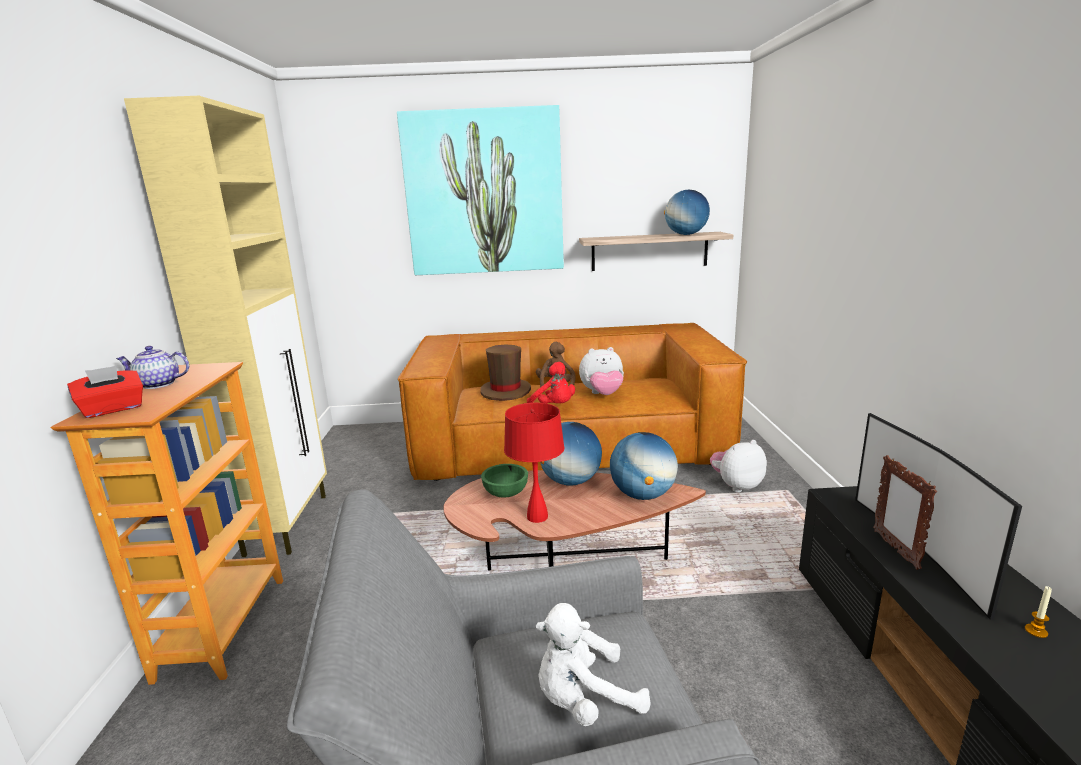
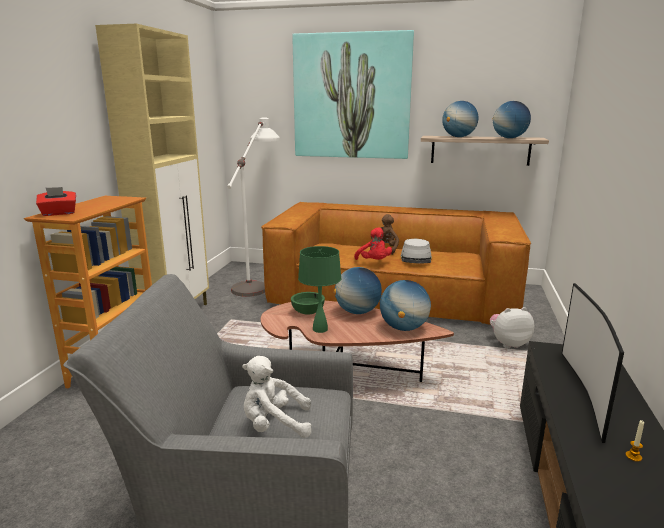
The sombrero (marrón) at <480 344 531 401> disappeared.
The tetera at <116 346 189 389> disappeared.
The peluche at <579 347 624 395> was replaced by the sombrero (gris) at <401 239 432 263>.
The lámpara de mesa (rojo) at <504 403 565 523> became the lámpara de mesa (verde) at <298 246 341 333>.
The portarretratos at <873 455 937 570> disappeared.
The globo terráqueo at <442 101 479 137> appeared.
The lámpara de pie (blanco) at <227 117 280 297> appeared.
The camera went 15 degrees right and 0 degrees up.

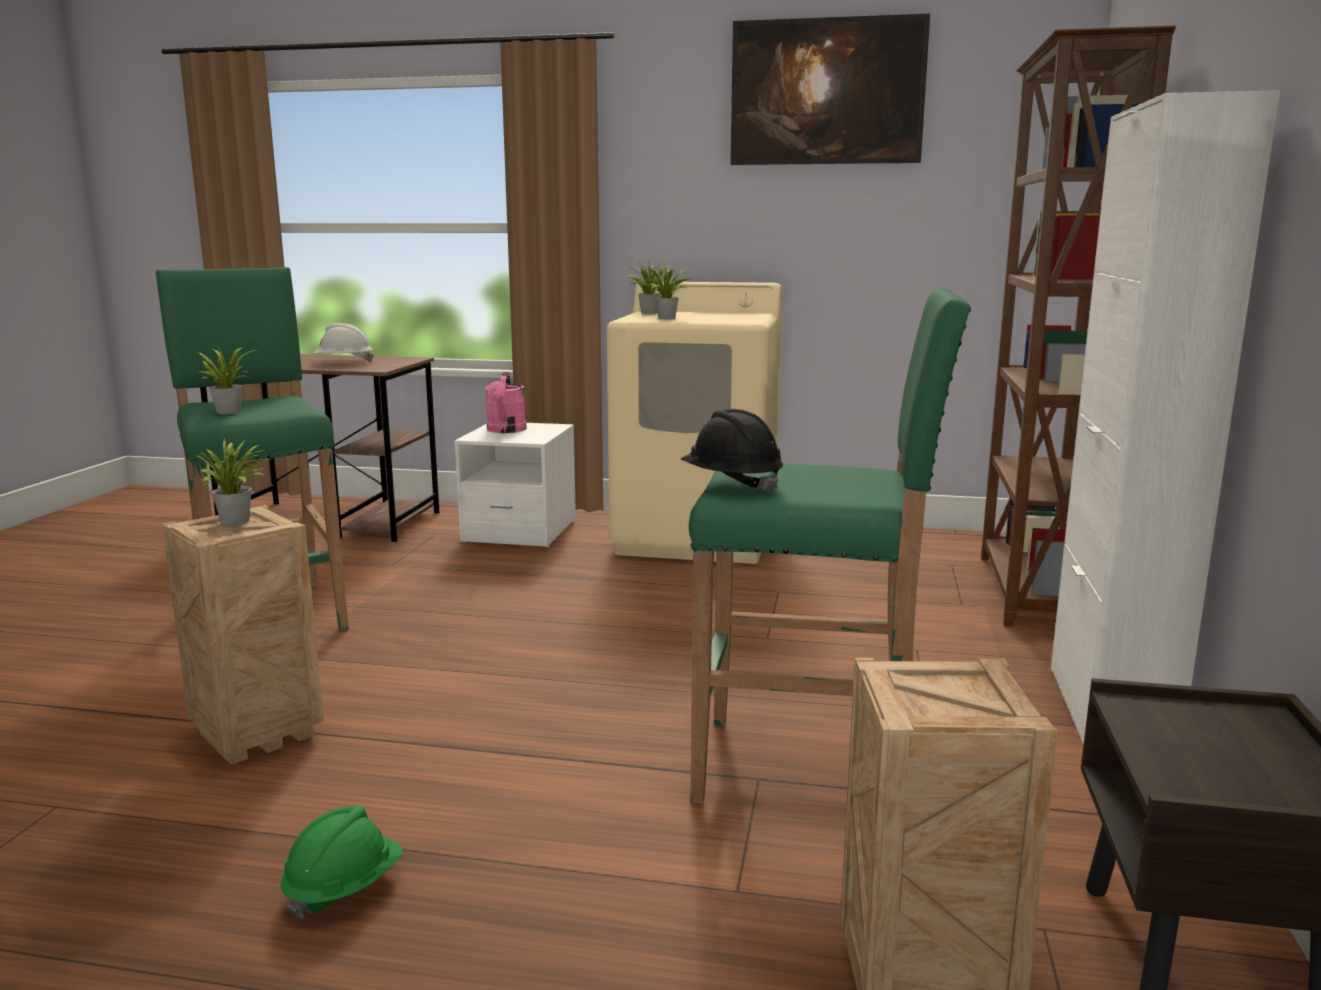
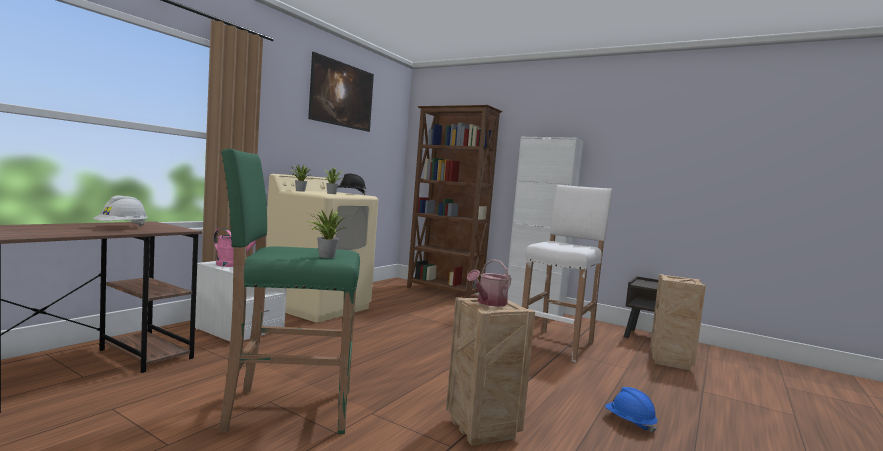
The taburete (verde) at <689 288 971 804> became the taburete (blanco) at <522 185 613 362>.
The casco (negro) moved from <681 409 783 494> to <338 174 367 195>.
The planta en maceta at <191 438 271 525> was replaced by the regadera at <467 259 511 307>.
The casco (verde) at <280 805 403 920> became the casco (azul) at <605 387 658 433>.
The camera went 70 degrees left and 10 degrees down.

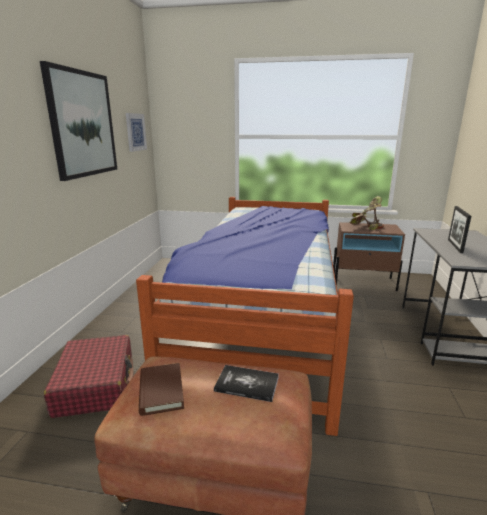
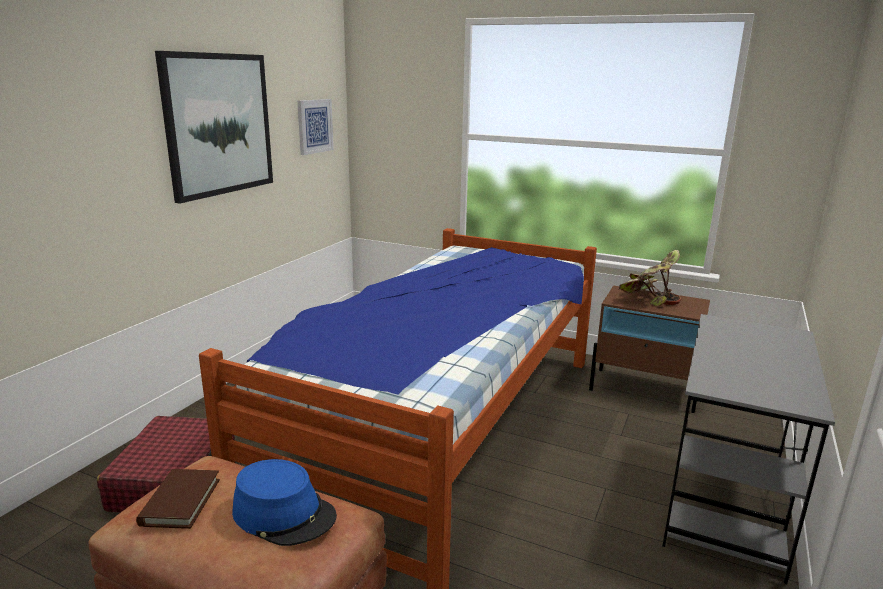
The portarretratos at <448 206 471 253> disappeared.
The libro at <214 365 279 402> was replaced by the sombrero (azul) at <232 459 337 546>.
The camera went 15 degrees right and 0 degrees up.

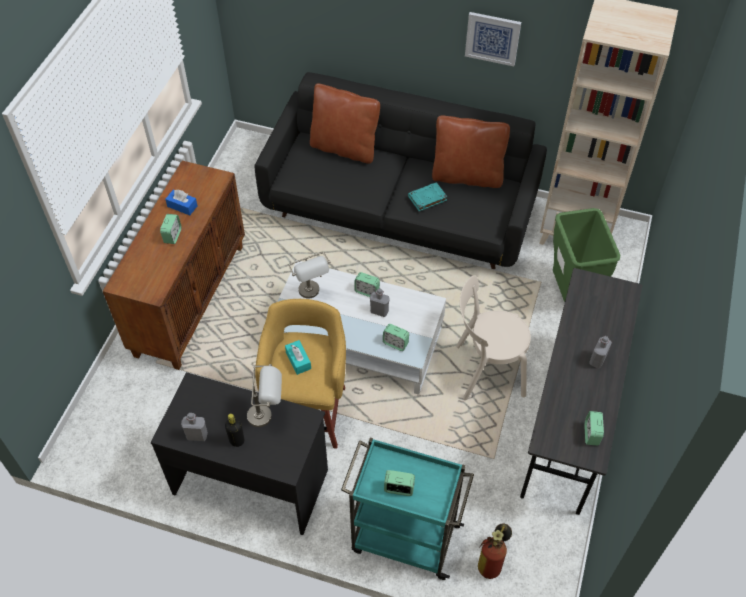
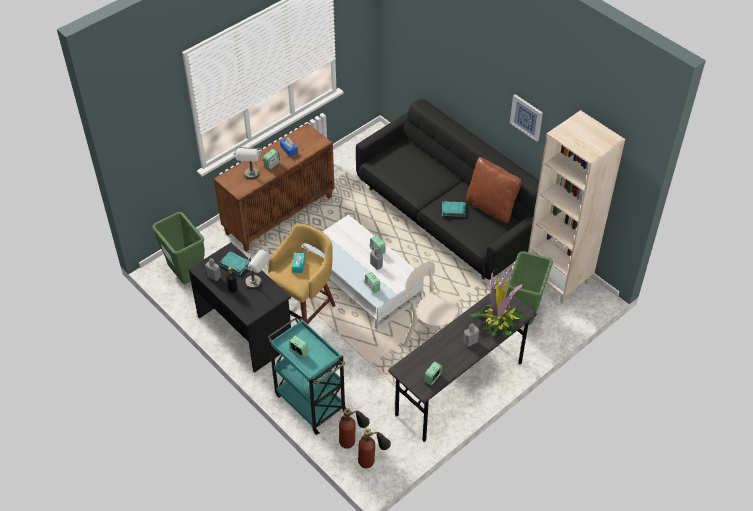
The cojín (marrón) at <310 83 380 164> disappeared.
The lámpara de mesa (gris) moved from <288 252 330 298> to <234 147 262 179>.
The papelera (verde) at <153 212 205 284> appeared.
The libro (turquesa) at <220 251 250 275> appeared.
The planta en maceta at <470 269 525 337> appeared.
The extintor at <358 428 391 468> appeared.
The camera went 30 degrees right and 5 degrees down.

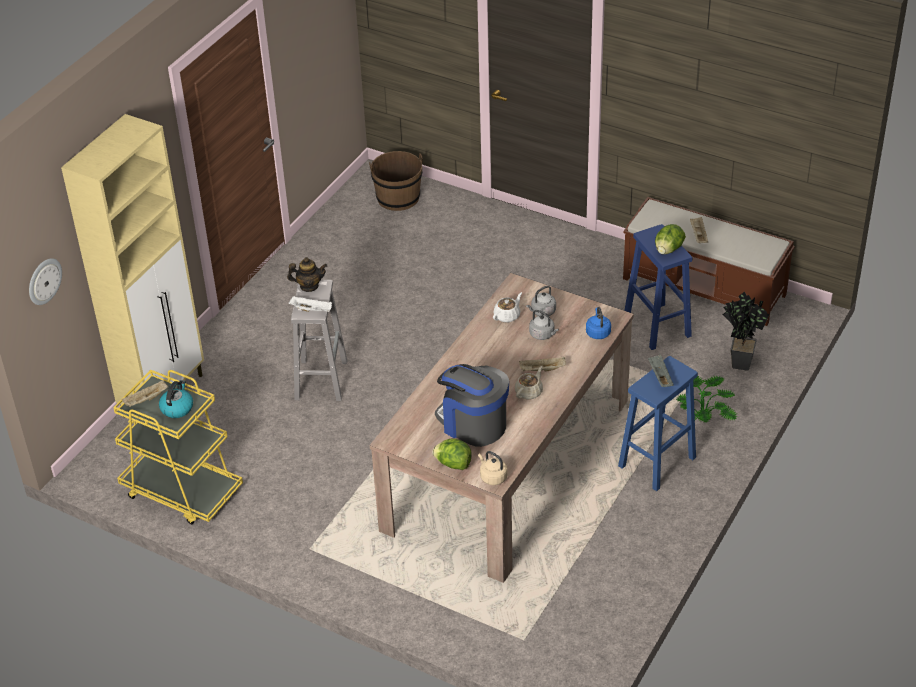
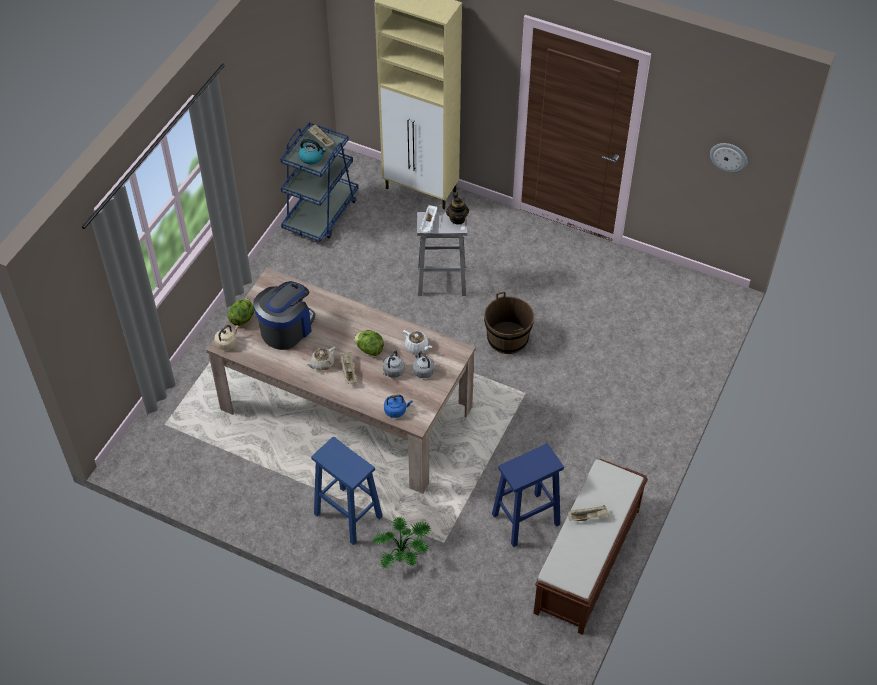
The cubo (marrón) moved from <369 151 423 211> to <484 292 534 354>.
The lechuga moved from <655 224 686 255> to <354 330 384 356>.
The reloj de pared moved from <29 258 62 305> to <710 143 747 173>.
The planta en maceta at <723 292 770 371> disappeared.
The bandeja (gris) at <648 355 674 387> disappeared.
The tetera (beis) at <515 366 543 399> turned 105 degrees clockwise.
The carrito (amarillo) at <113 370 243 524> became the carrito (azul) at <280 122 359 242>.
The camera went 85 degrees right and 10 degrees up.

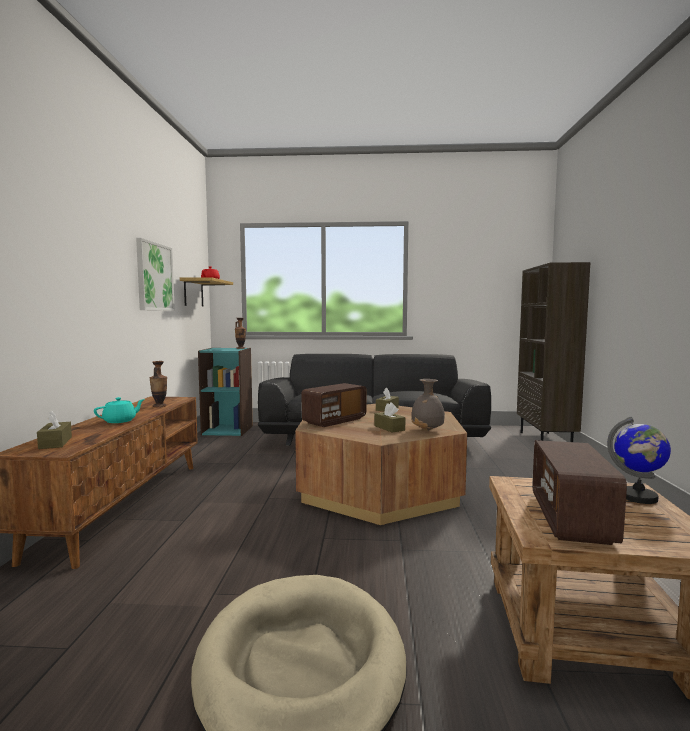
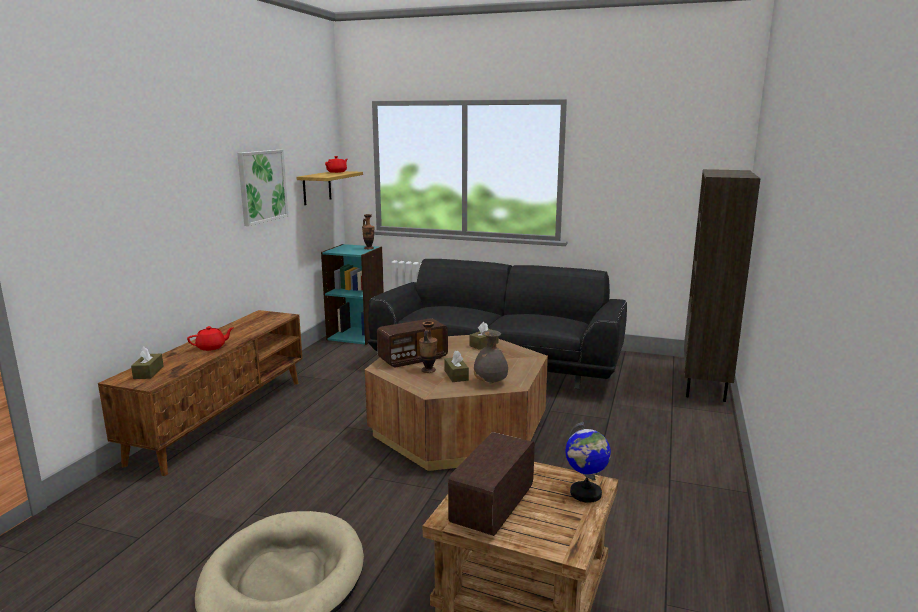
The florero moved from <150 361 167 407> to <419 321 437 373>.
The tetera (turquesa) at <94 397 145 423> became the tetera (rojo) at <187 326 234 351>.
The camera went 15 degrees right and 10 degrees up.

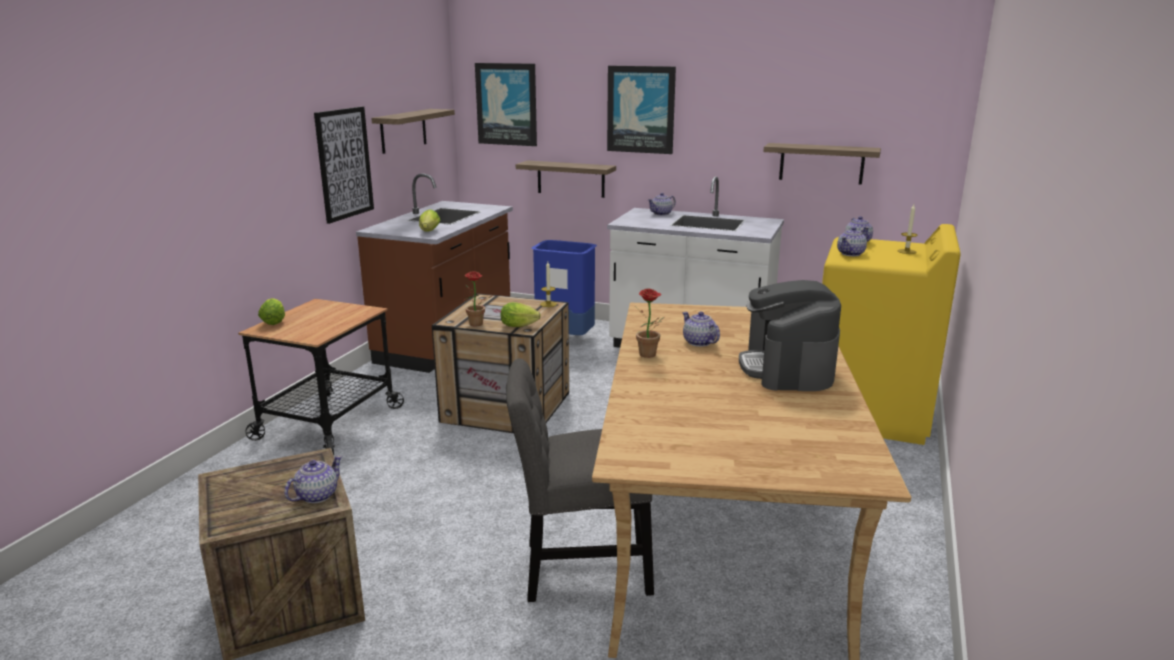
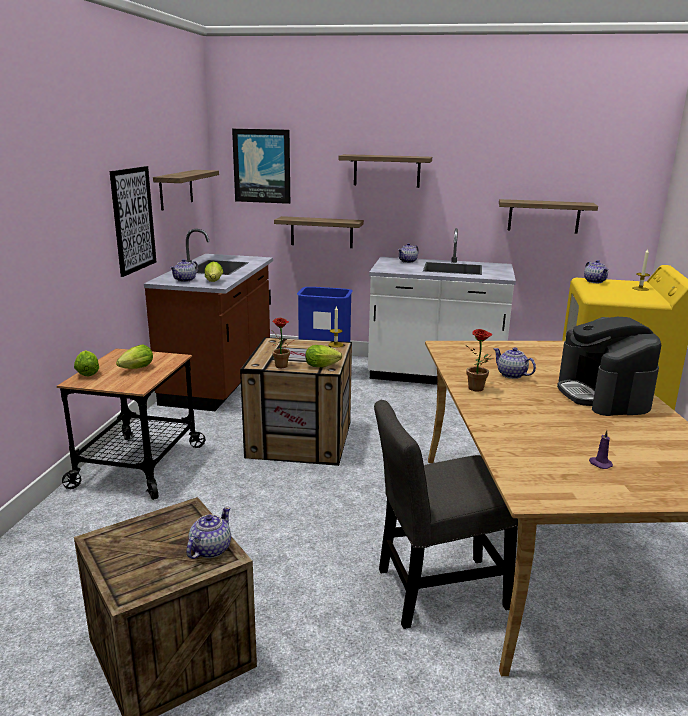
The cuadro at <607 66 676 154> was replaced by the estante at <339 154 432 188>.
The tetera moved from <837 227 867 256> to <170 259 198 282>.
The lechuga at <116 345 153 369> appeared.
The vela (morado) at <589 430 613 469> appeared.
The camera went 10 degrees left and 0 degrees up.

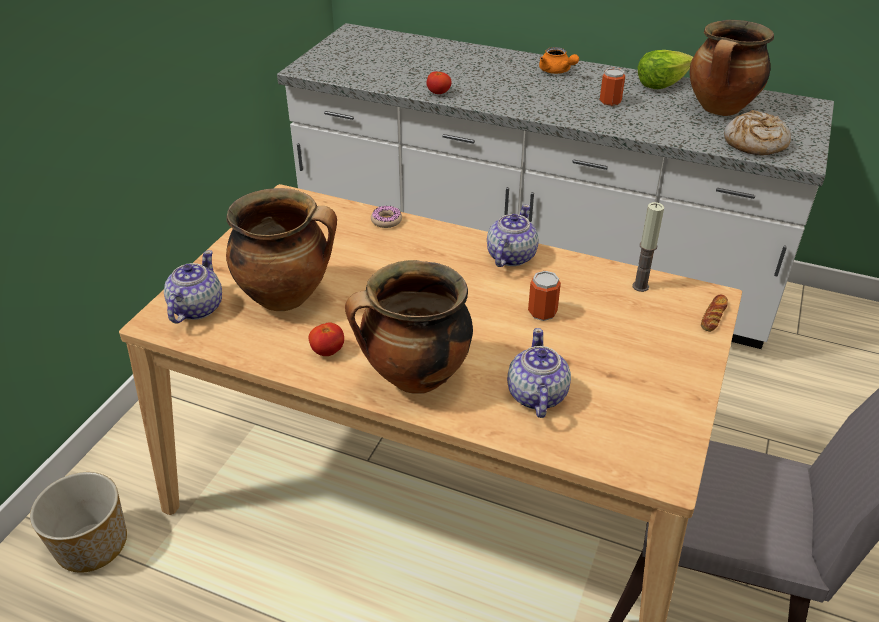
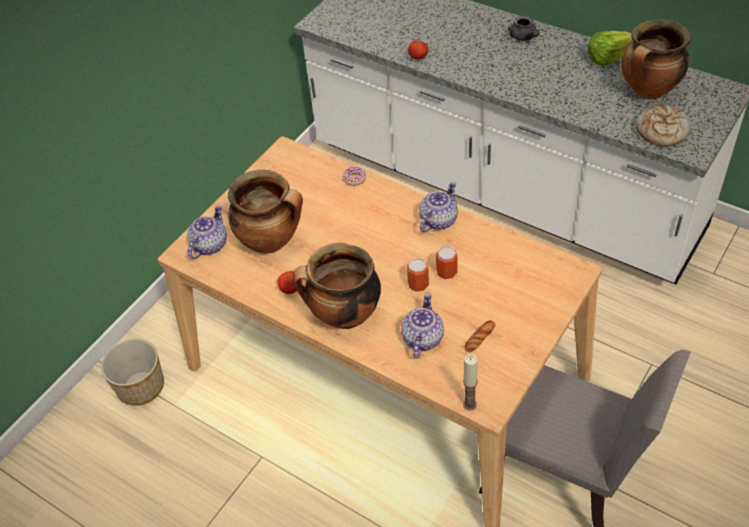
The tetera (naranja) at <539 47 579 74> became the tetera (gris) at <508 16 540 41>.
The lata moved from <600 68 625 107> to <407 257 429 292>.
The vela moved from <632 202 664 292> to <463 354 478 411>.
The pan moved from <701 294 728 332> to <464 320 495 352>.
The camera went 15 degrees right and 10 degrees up.

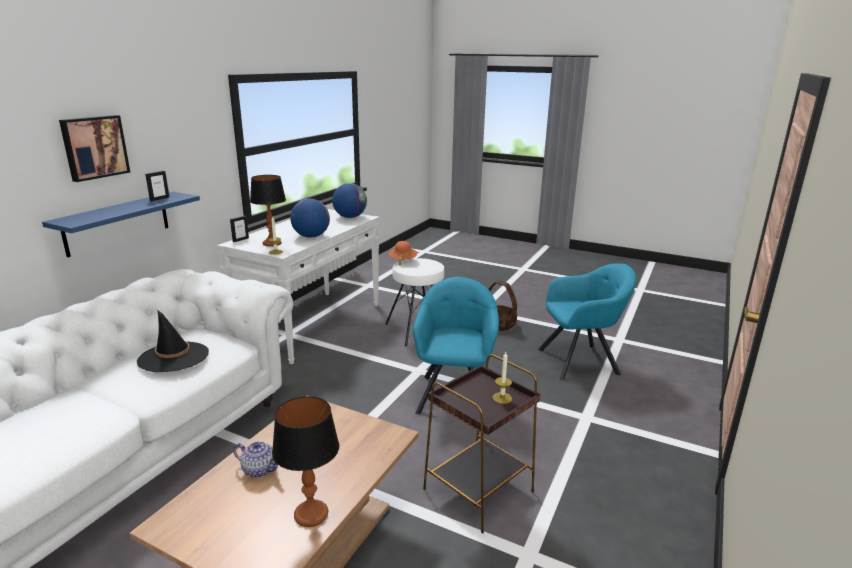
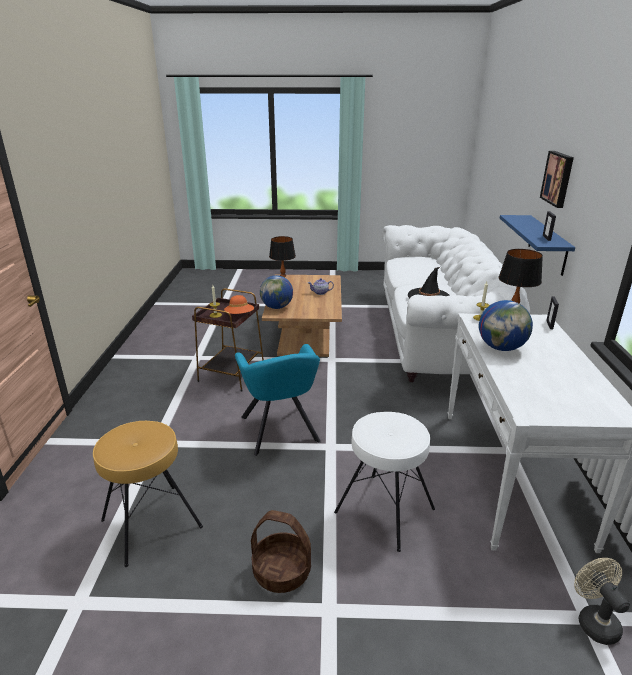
The globo terráqueo moved from <332 183 367 218> to <260 275 293 309>.
The sombrero (naranja) moved from <389 241 417 265> to <224 295 254 314>.
The sillón (turquesa) at <538 263 636 380> was replaced by the taburete (marrón) at <93 421 203 567>.
The ventilador (beis) at <574 558 630 645> appeared.
The camera went 155 degrees right and 5 degrees up.

